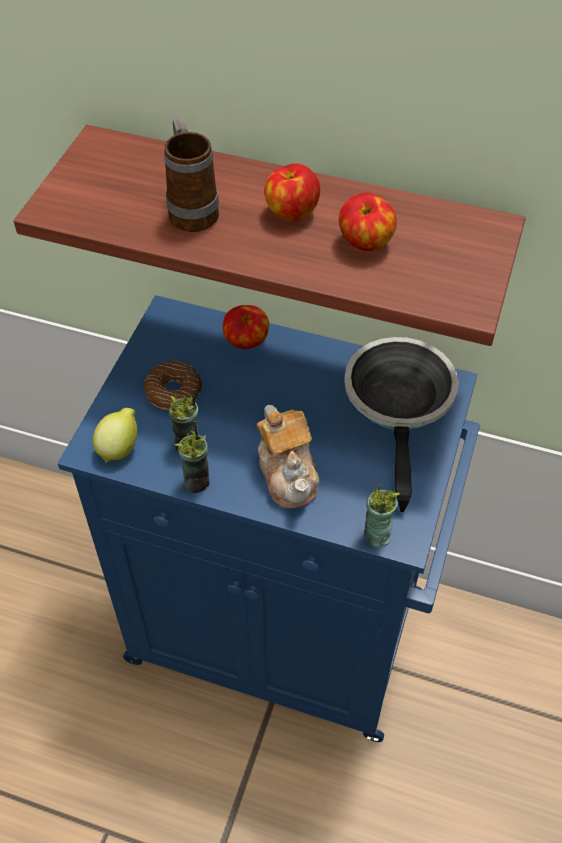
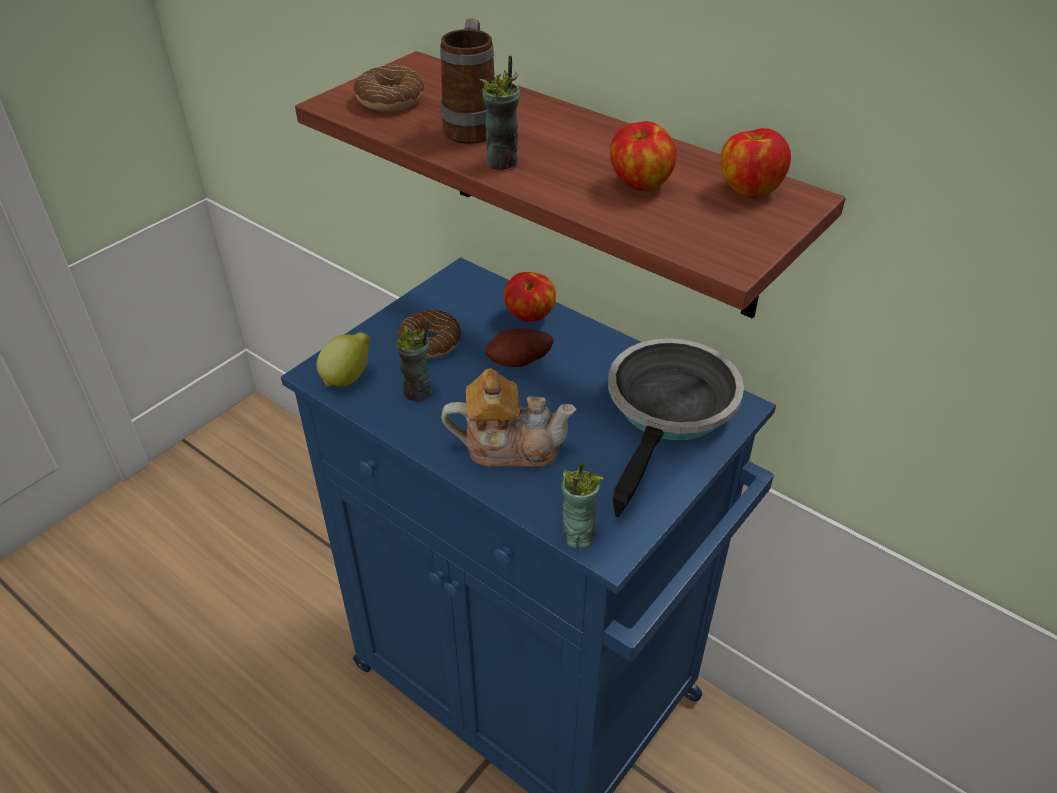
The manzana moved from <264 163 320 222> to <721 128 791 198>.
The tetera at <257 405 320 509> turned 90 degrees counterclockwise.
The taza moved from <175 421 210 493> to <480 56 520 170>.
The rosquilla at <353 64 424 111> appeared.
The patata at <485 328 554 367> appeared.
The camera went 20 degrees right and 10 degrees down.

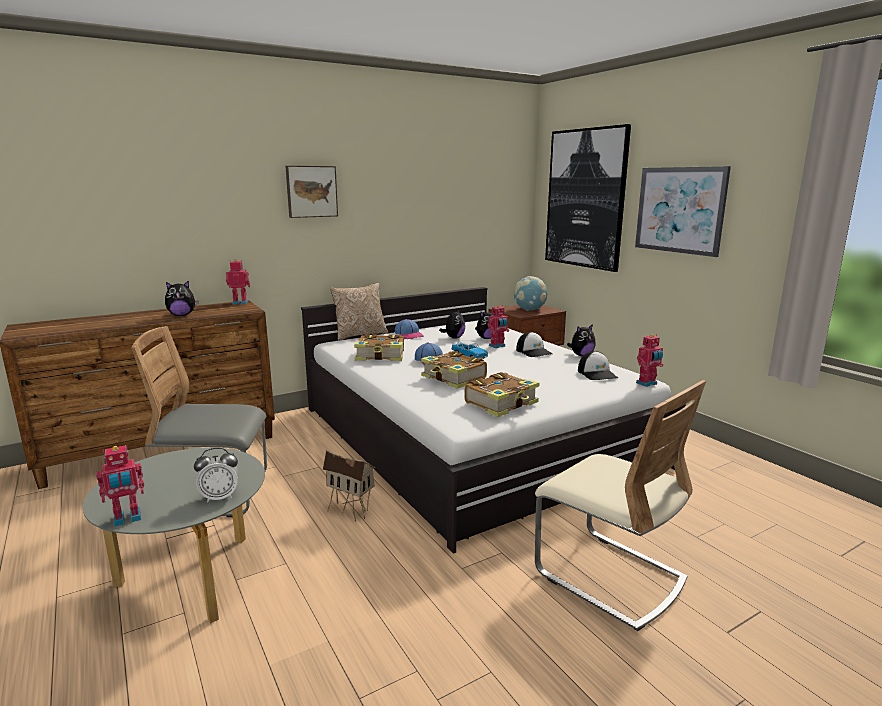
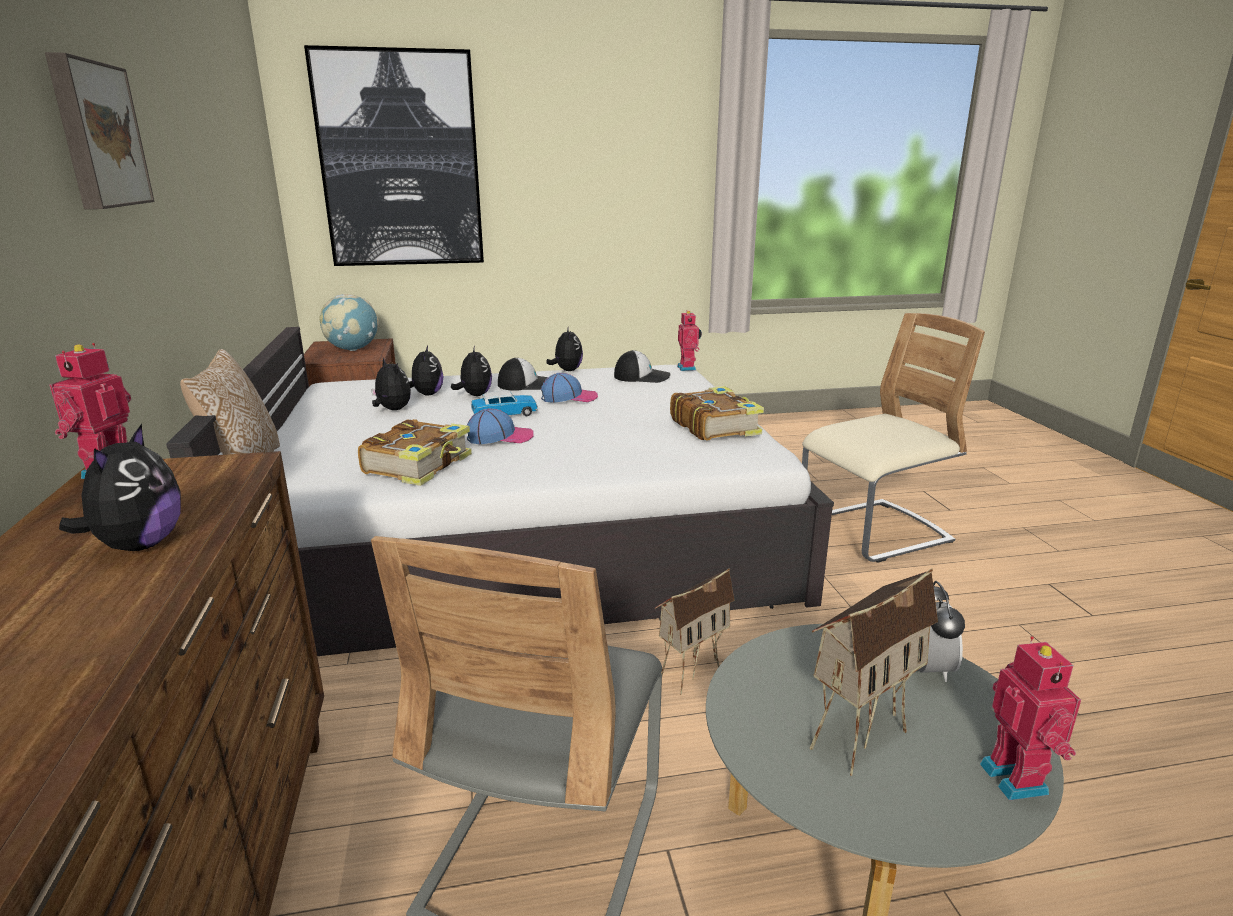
The cuadro at <635 166 731 257> disappeared.
The robot de juguete at <487 305 509 348> was replaced by the peluche at <451 346 492 396>.
The gorra moved from <395 319 424 339> to <541 373 598 403>.
The libro at <421 351 487 389> disappeared.
The casita at <809 569 938 776> appeared.
The camera went 70 degrees left and 5 degrees up.

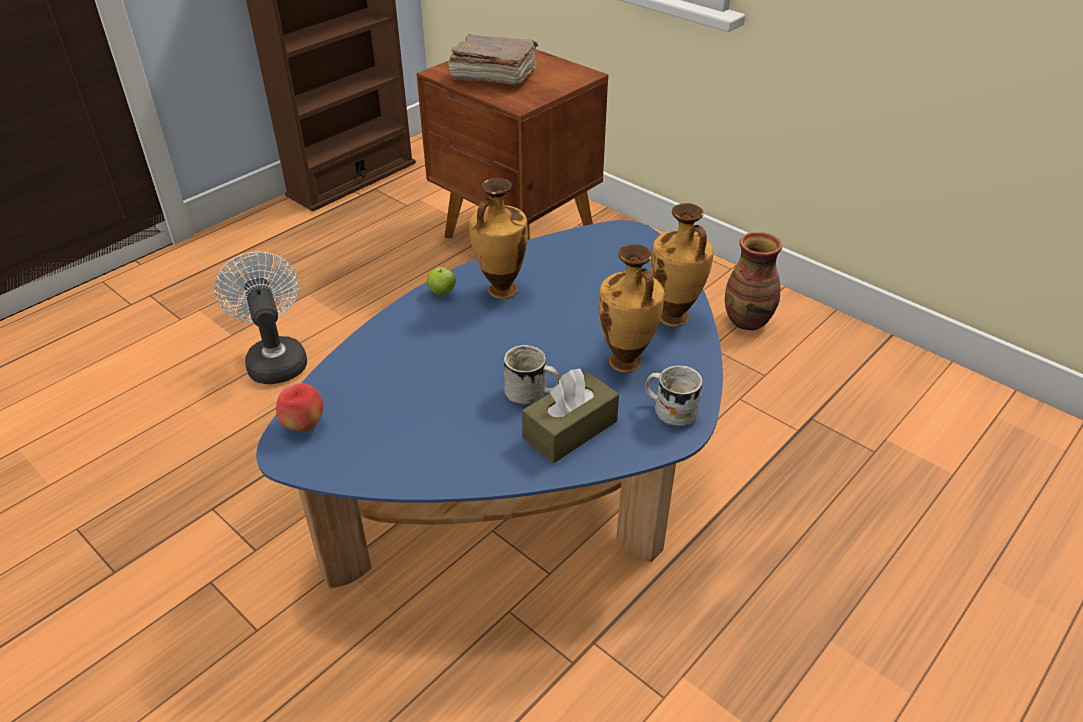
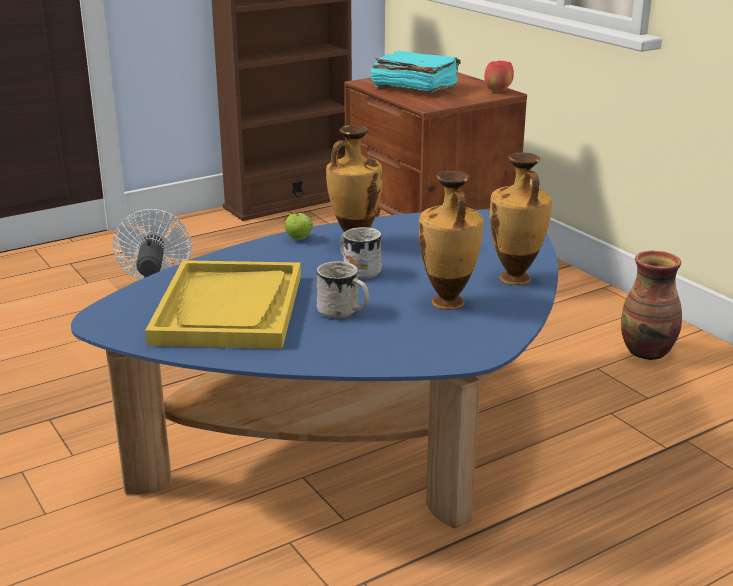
The libro (marrón) at <448 34 538 86> became the libro (turquesa) at <371 51 461 93>.
The taza grande (blanco) moved from <645 365 703 426> to <340 227 382 279>.
The caja de pañuelos (marrón) at <522 369 619 463> disappeared.
The manzana moved from <276 383 323 431> to <484 60 514 92>.
The bandeja (amarillo) at <145 260 301 349> appeared.
The camera went 15 degrees right and 15 degrees down.

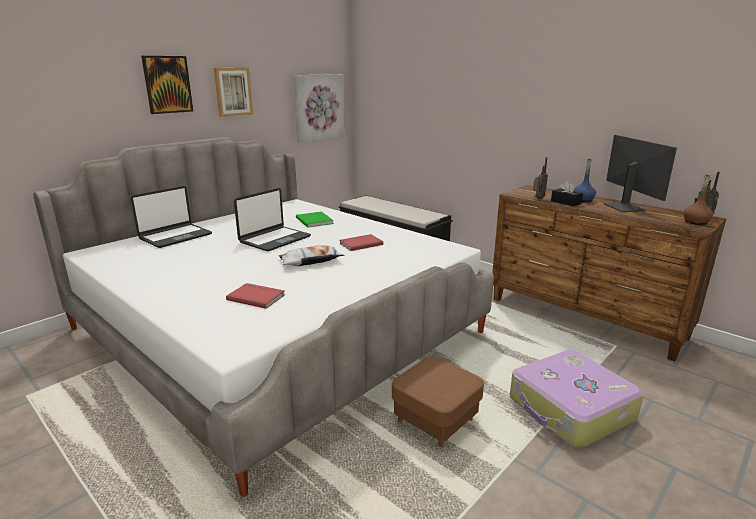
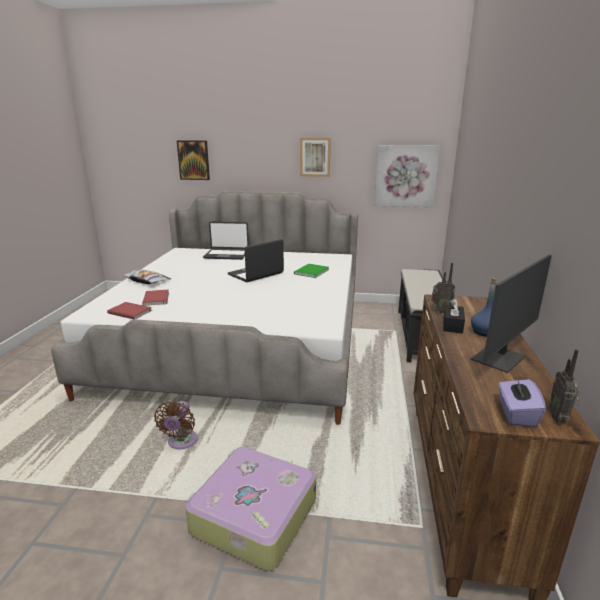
The cuadro moved from <141 56 193 114> to <177 140 210 180>.
The botella (marrón) at <683 174 713 225> was replaced by the caja de pañuelos (morado) at <498 378 546 427>.
The portátil at <234 188 311 251> turned 135 degrees clockwise.
The libro (rojo) moved from <339 234 383 251> to <107 302 152 320>.
The cojín moved from <279 245 344 266> to <122 270 171 284>.
The puf (marrón) at <392 357 484 447> was replaced by the ventilador (marrón) at <154 401 198 449>.
The camera went 55 degrees right and 0 degrees up.

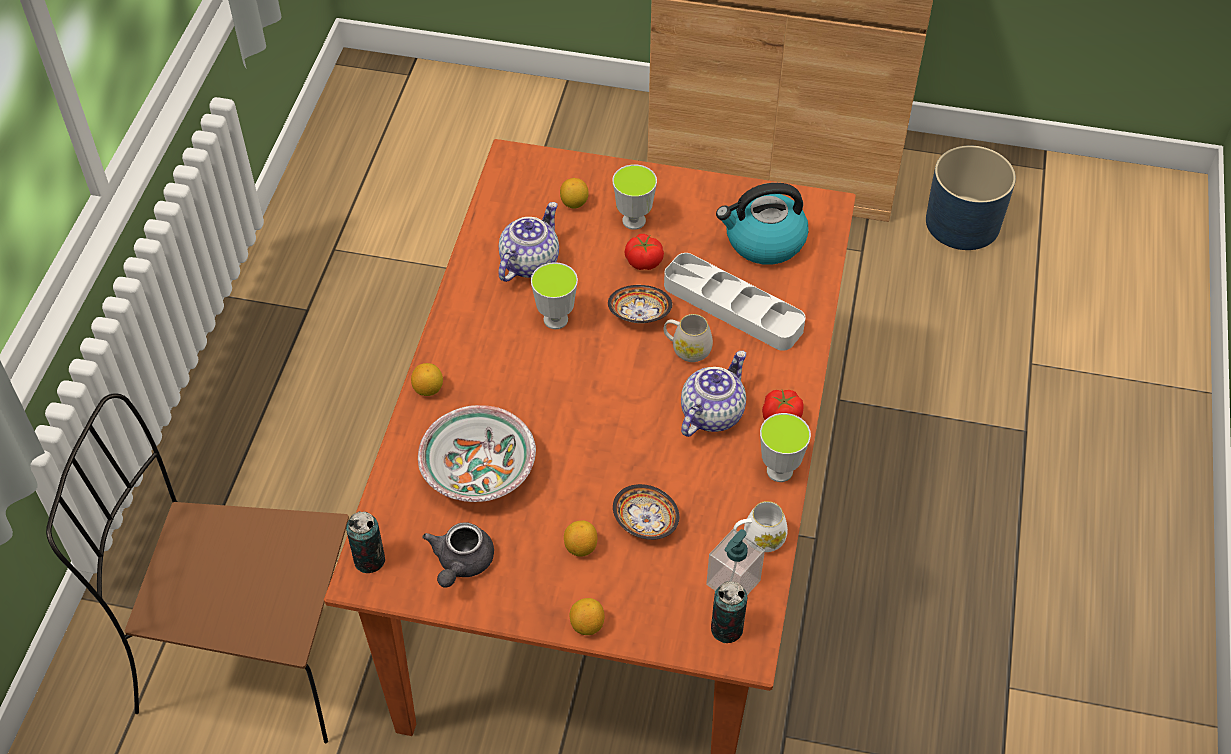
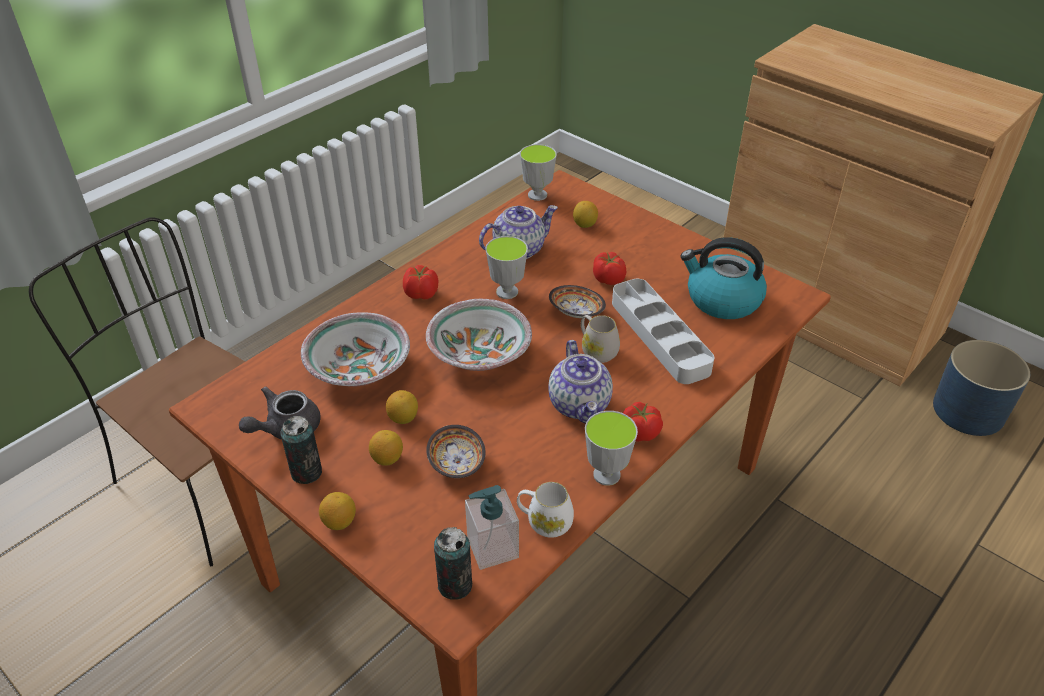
The taza moved from <612 165 657 230> to <520 144 557 201>.
The tetera at <681 351 746 437> turned 105 degrees clockwise.
The limón moved from <411 363 443 396> to <386 390 418 424>.
The lata moved from <346 511 385 573> to <280 416 322 484>.
The tomate at <403 265 439 299> appeared.
The cuenco at <426 299 532 371> appeared.
The camera went 30 degrees right and 10 degrees down.

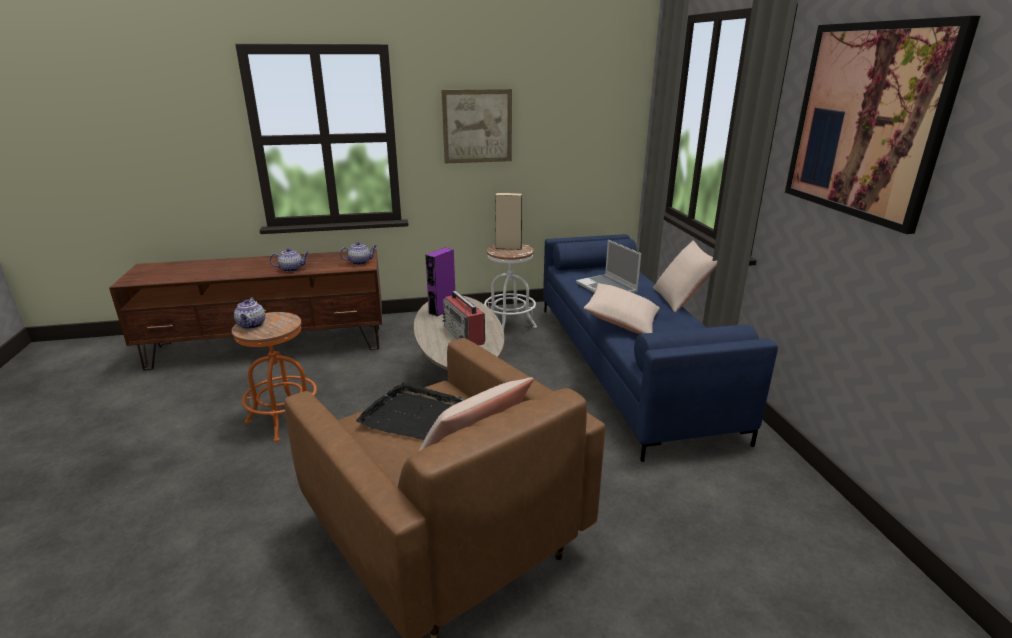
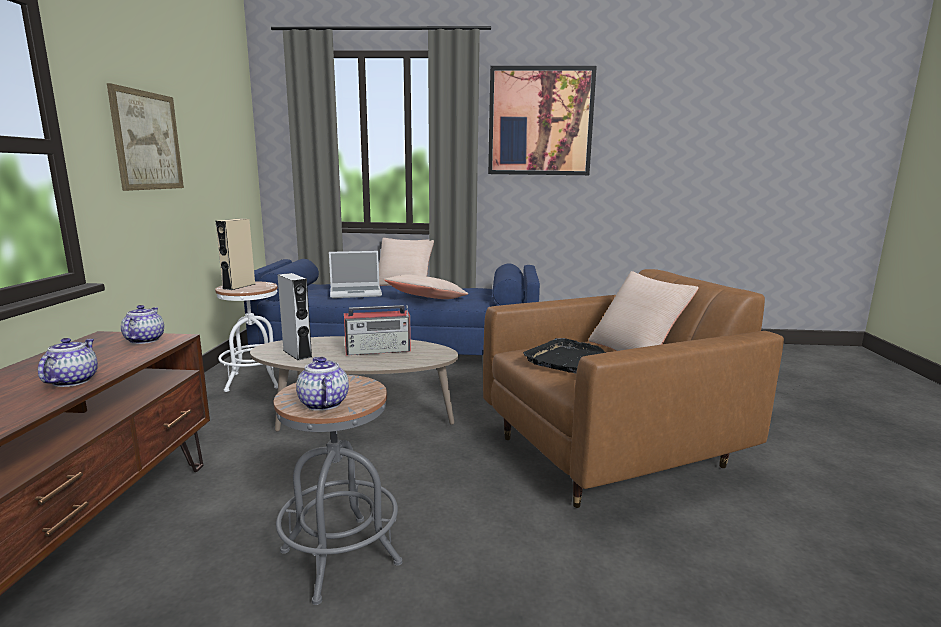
The altavoz (morado) at <425 248 455 317> became the altavoz (gris) at <278 273 312 360>.
The tetera at <234 297 265 329> turned 120 degrees counterclockwise.
The taburete (naranja) at <232 312 317 442> became the taburete (gris) at <274 375 403 605>.
The camera went 75 degrees left and 10 degrees down.

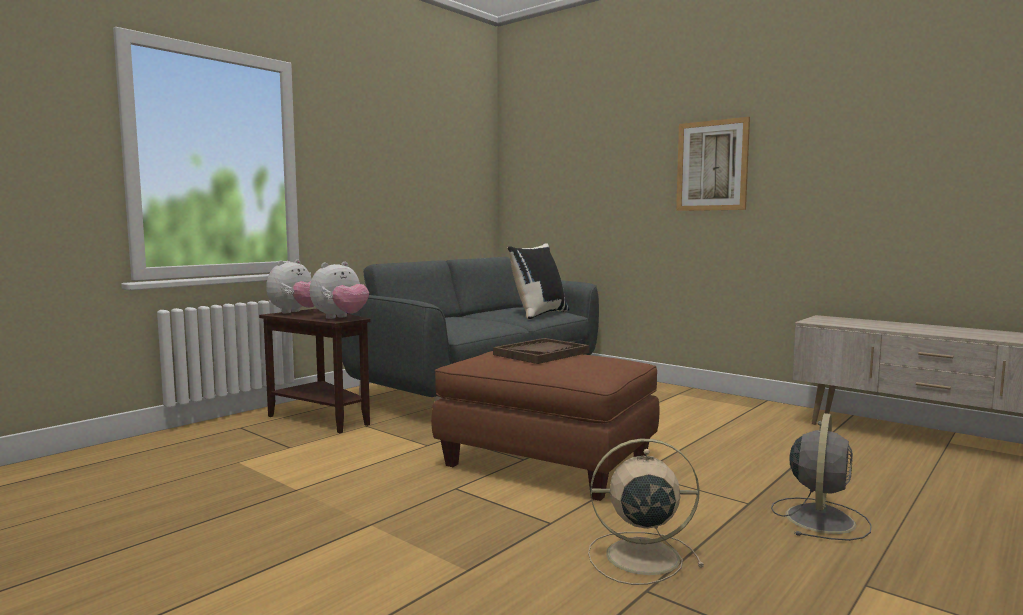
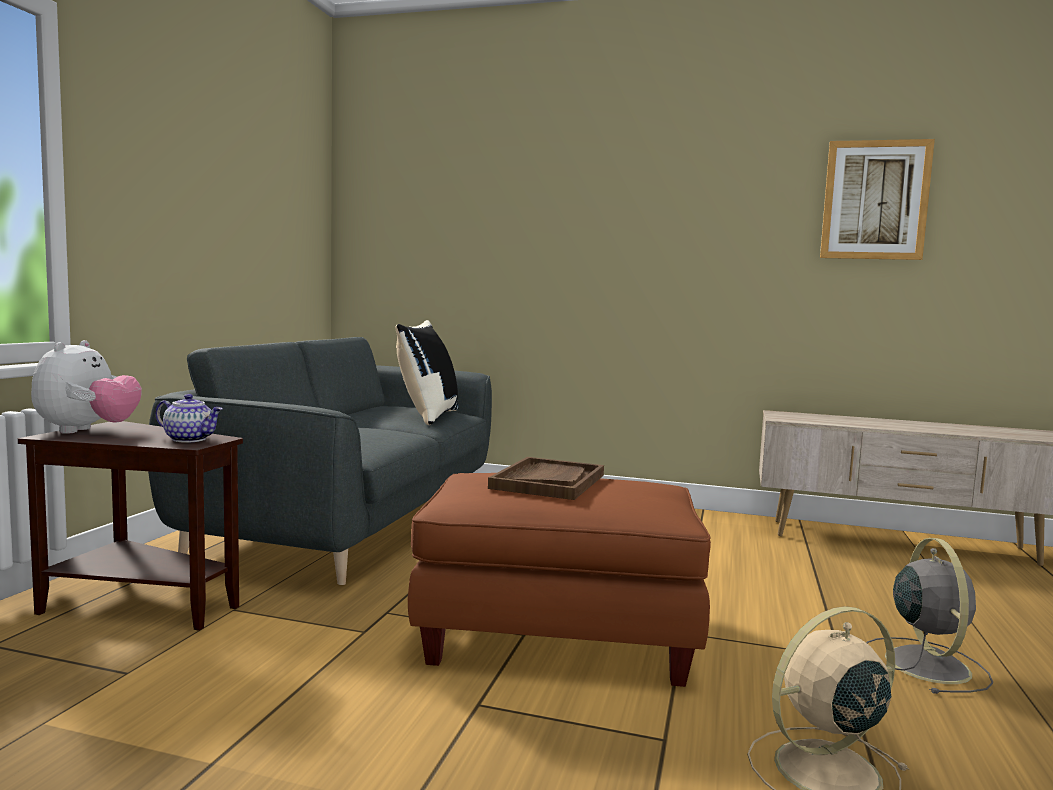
The cuadro moved from <676 117 750 211> to <820 139 935 260>.
The peluche at <310 262 369 319> was replaced by the tetera at <156 394 223 442>.
The camera went 25 degrees left and 0 degrees up.

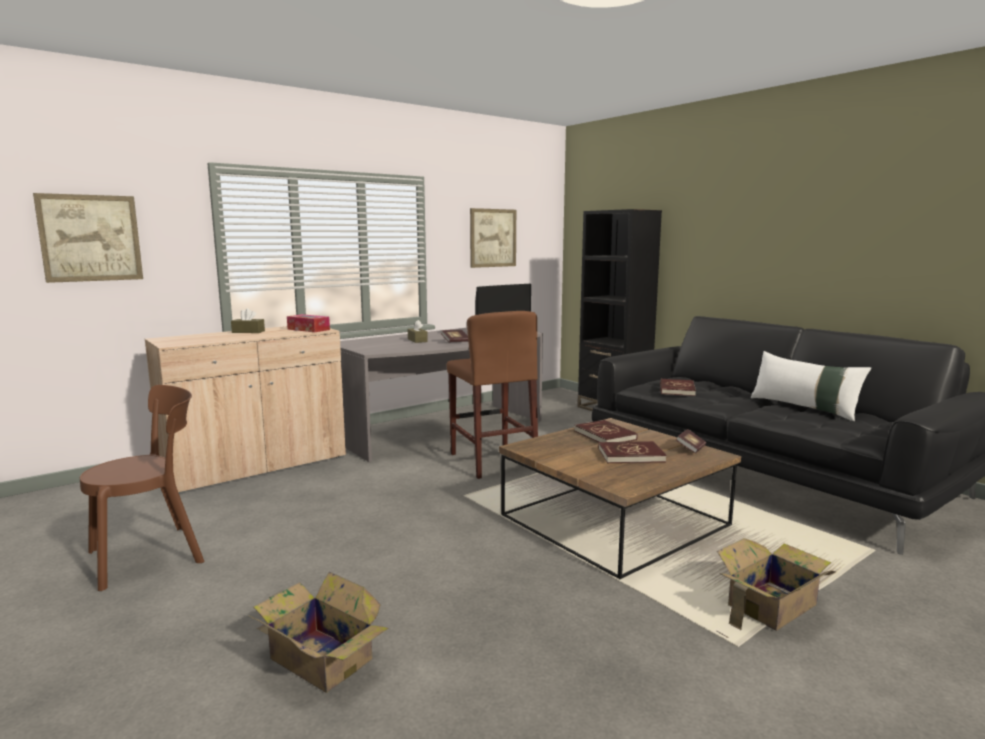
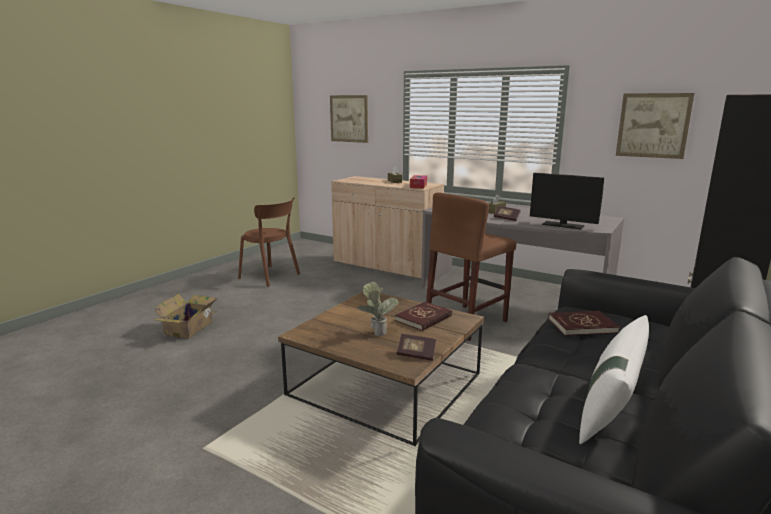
The libro (rojo) at <598 441 667 463> was replaced by the planta en maceta at <357 282 398 336>.
The caja de cartón at <716 538 836 638> disappeared.
The camera went 70 degrees right and 5 degrees up.

